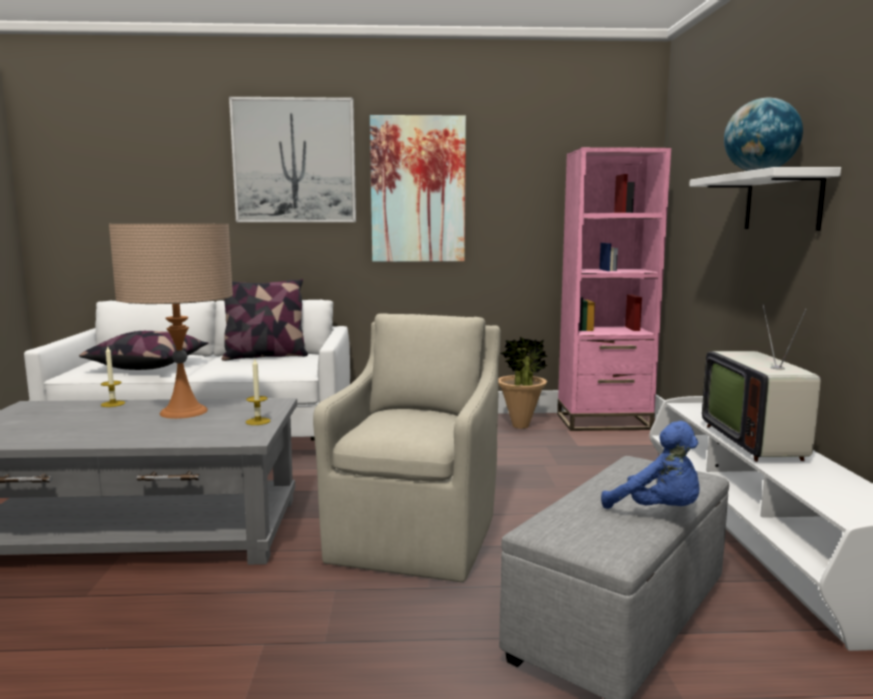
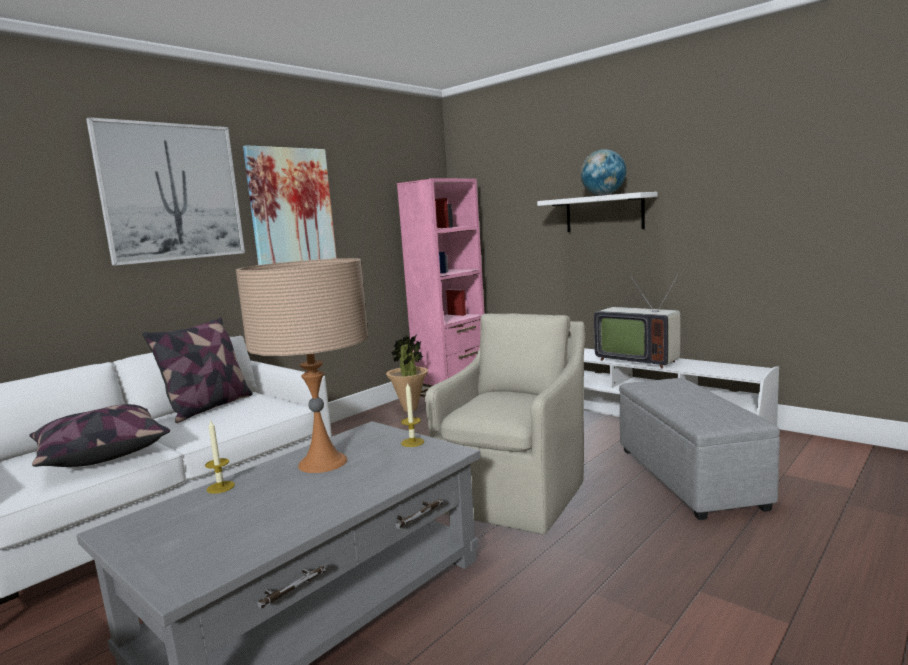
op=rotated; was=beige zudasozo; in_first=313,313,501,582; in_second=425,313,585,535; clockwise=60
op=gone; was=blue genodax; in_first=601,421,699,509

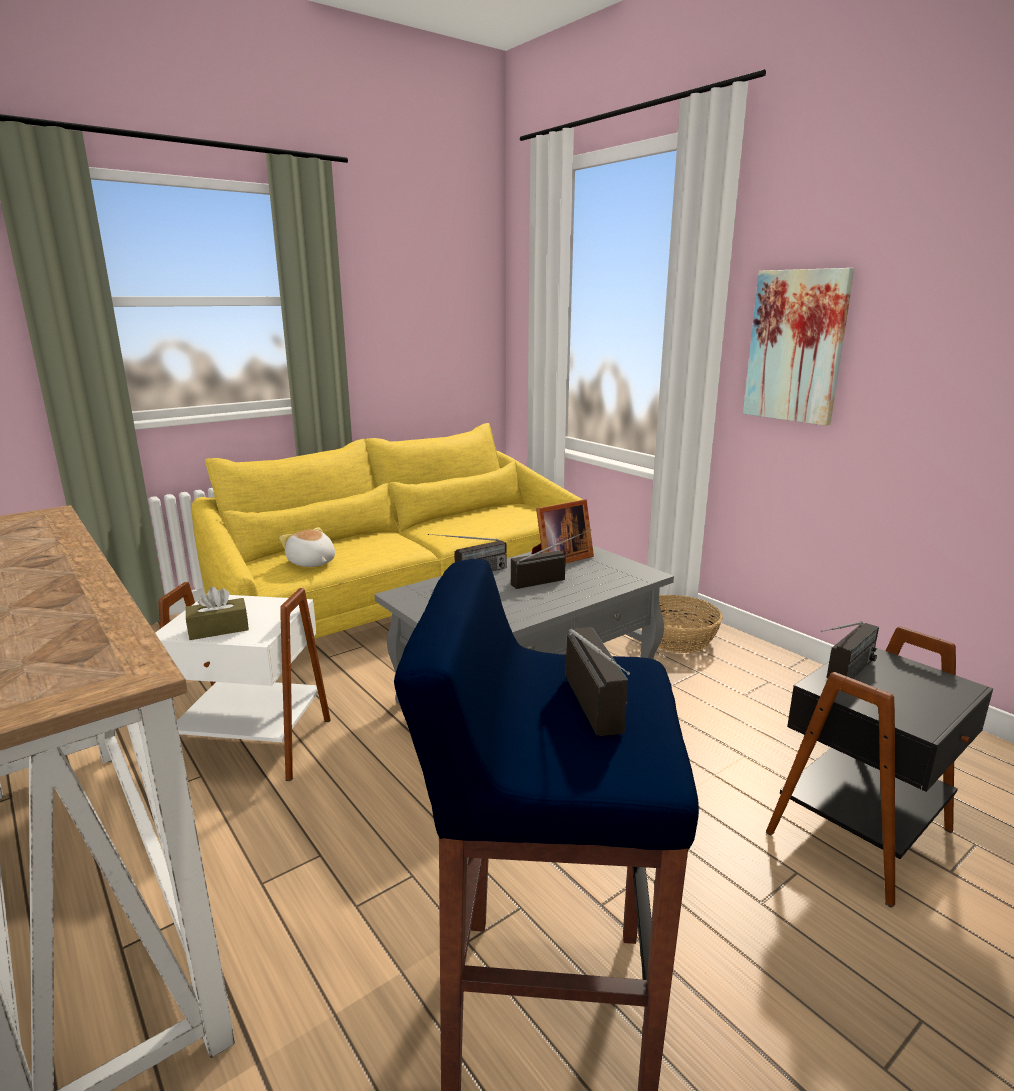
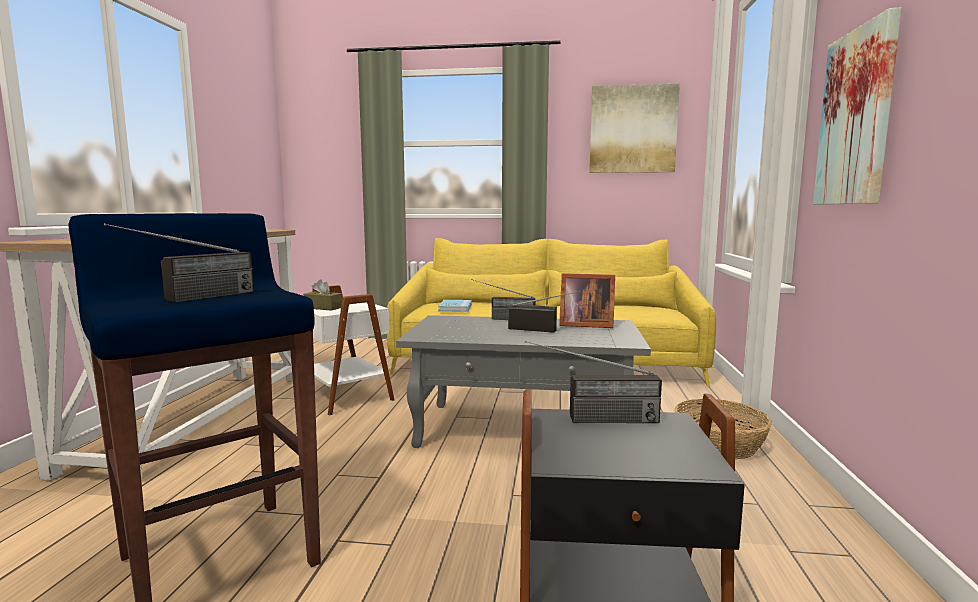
op=swapped; was=genodax; now=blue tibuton; in_first=279,527,335,567; in_second=438,300,472,312
op=new; now=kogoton; in_second=589,84,680,173

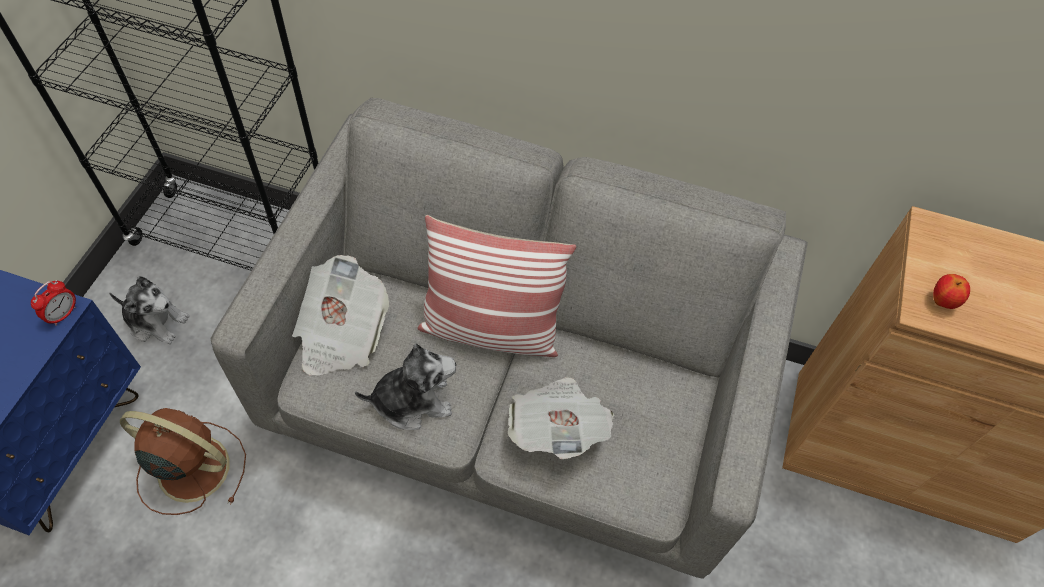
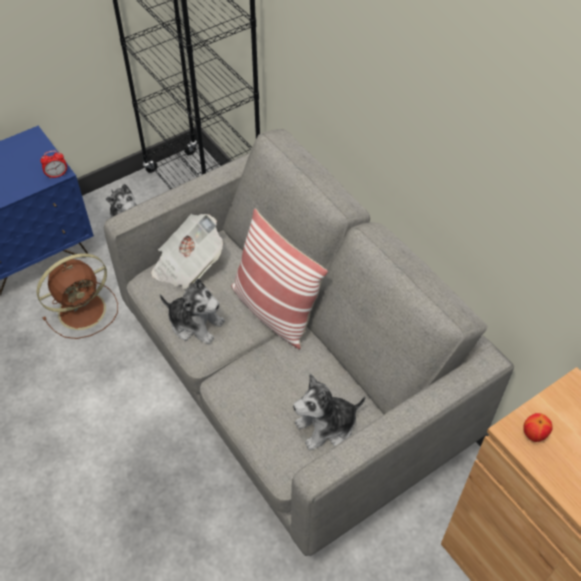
op=rotated; was=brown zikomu; in_first=120,408,246,515; in_second=36,253,118,339; clockwise=90
op=gone; was=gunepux; in_first=508,377,614,459
op=new; now=genodax; in_second=293,374,365,451

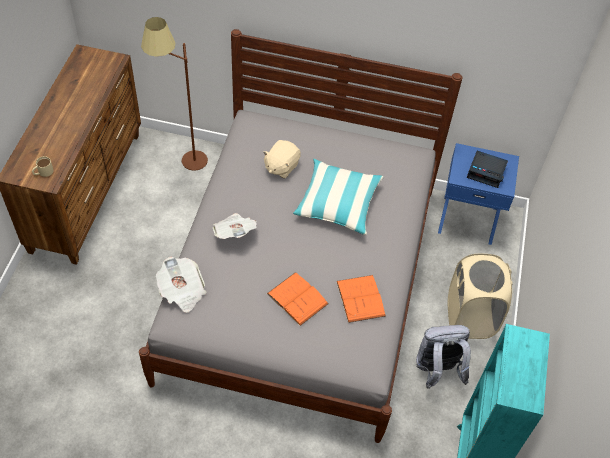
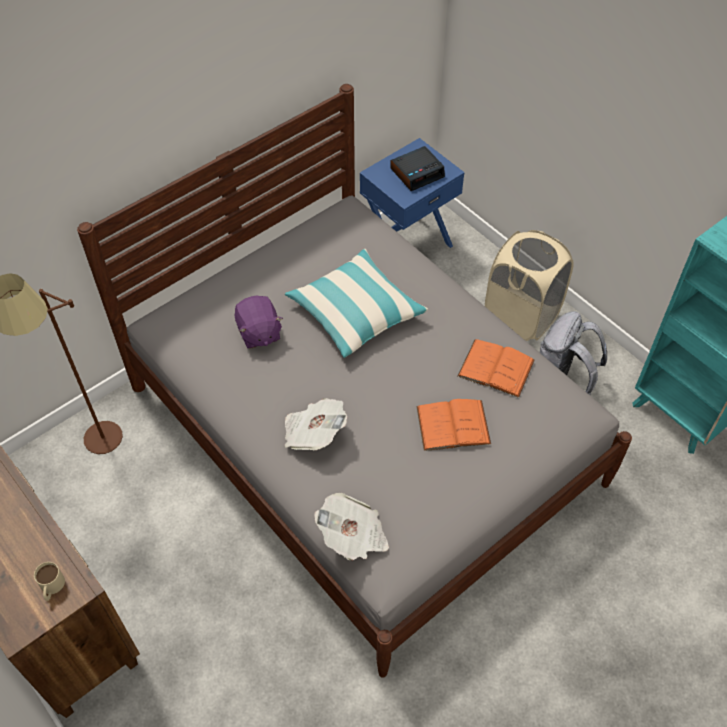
op=repainted; was=beige genodax; now=purple genodax; in_first=263,140,301,179; in_second=234,296,283,348

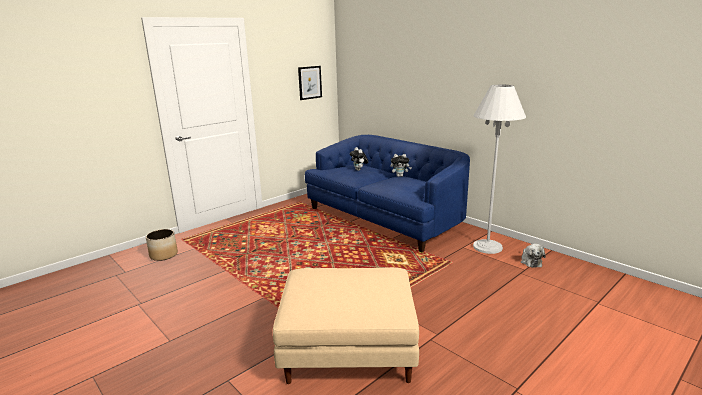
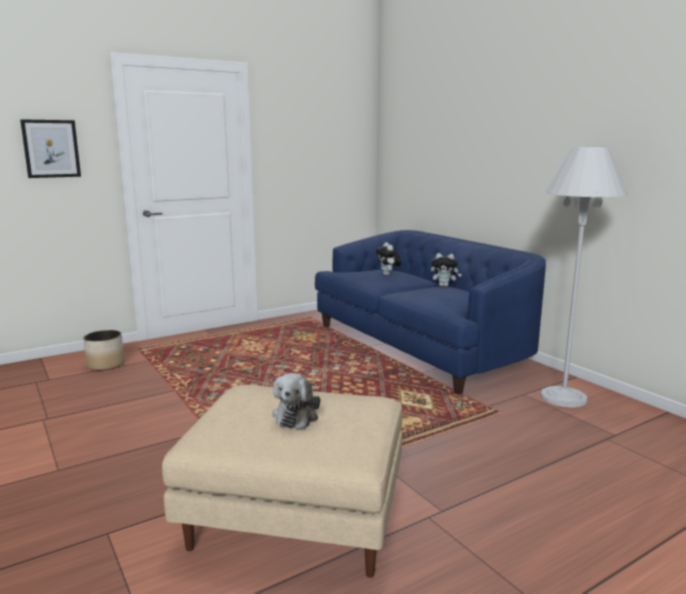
op=shifted; was=kogoton; in_first=298,66,322,100; in_second=20,119,81,178
op=shifted; was=genodax; in_first=521,243,546,268; in_second=272,373,320,429

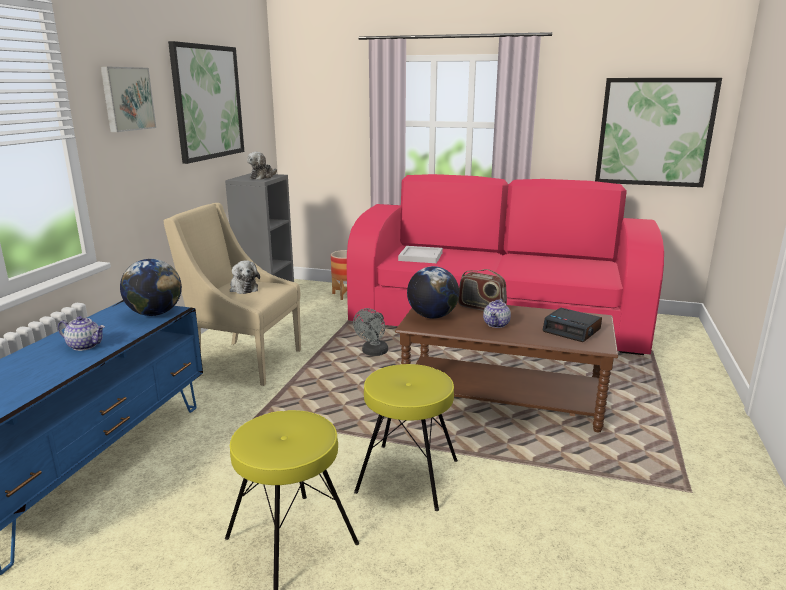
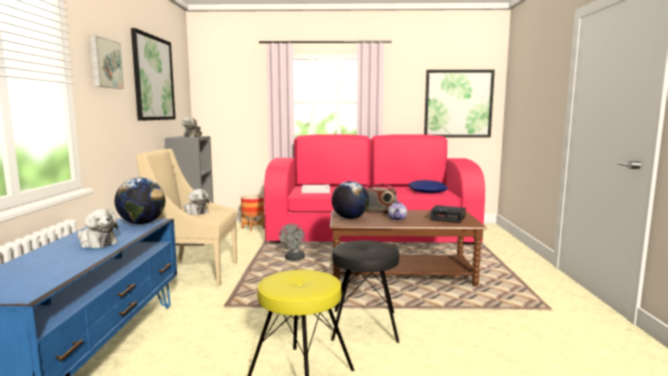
op=swapped; was=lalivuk; now=genodax; in_first=58,316,105,351; in_second=78,208,118,248
op=repainted; was=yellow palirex; now=black palirex; in_first=354,364,458,511; in_second=331,240,399,343
op=new; now=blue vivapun; in_second=408,180,448,193

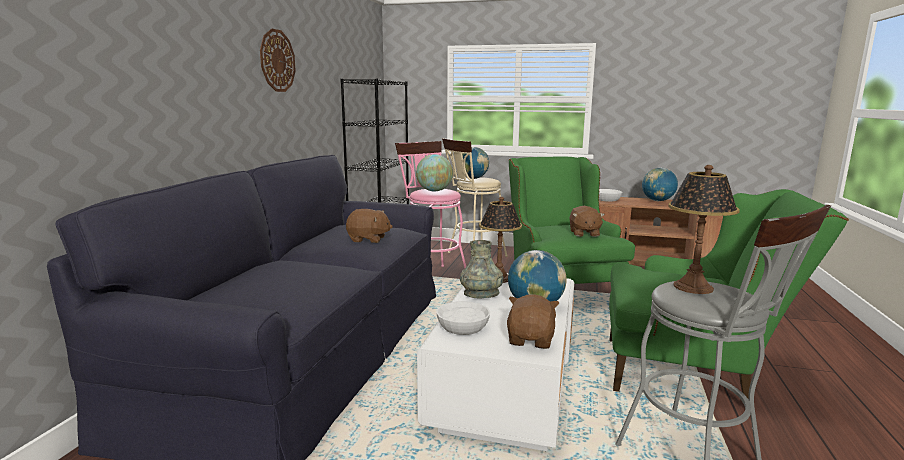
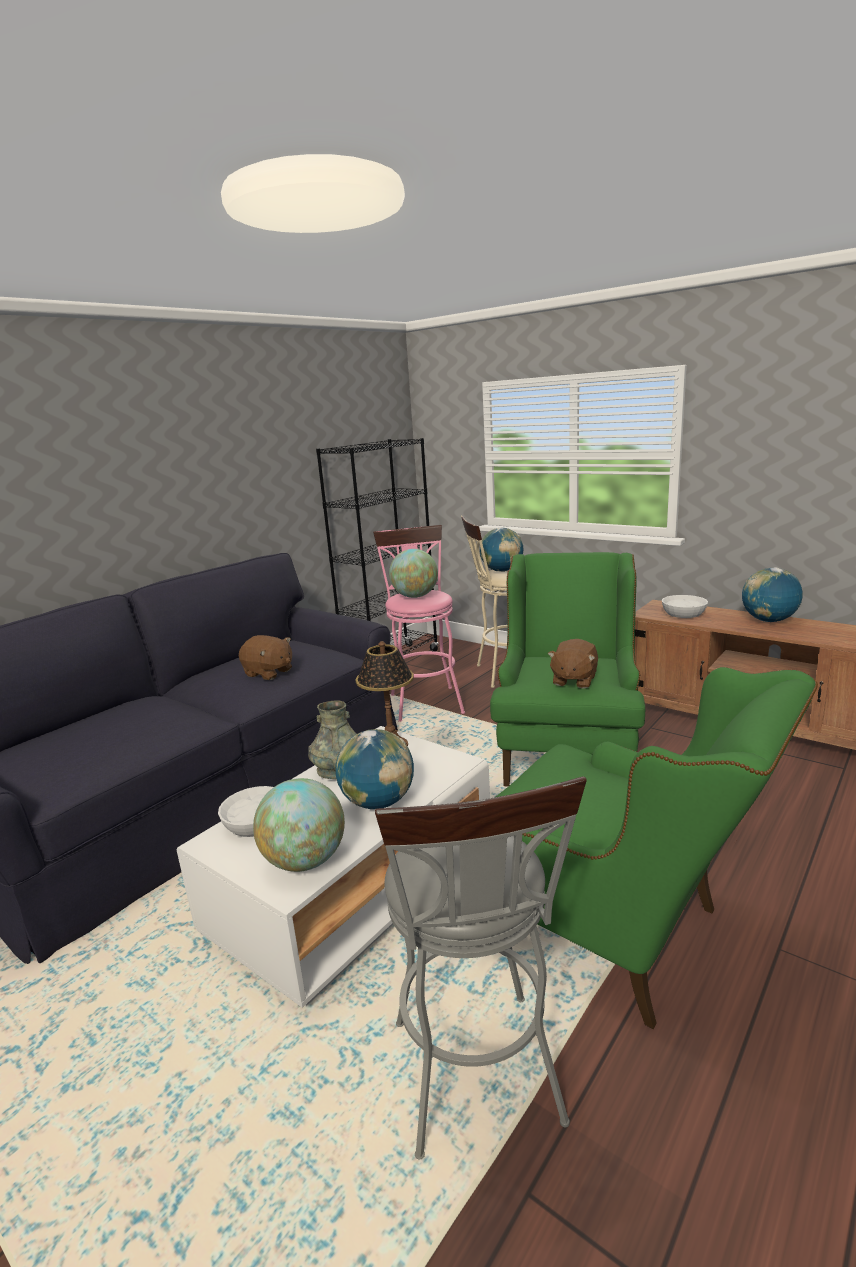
op=gone; was=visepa; in_first=260,28,296,92
op=swapped; was=brown genodax; now=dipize; in_first=507,294,559,349; in_second=253,778,345,872
op=gone; was=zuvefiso; in_first=668,165,740,294

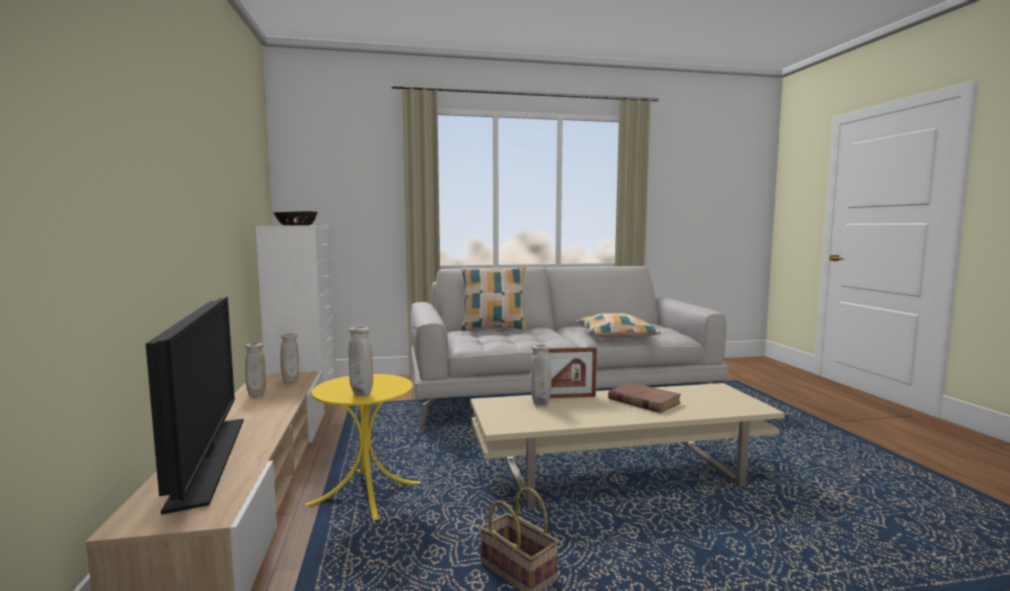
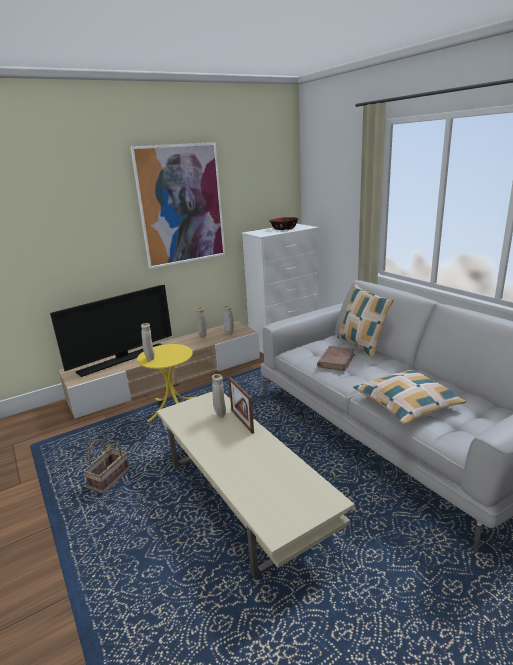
op=shifted; was=brown tibuton; in_first=608,382,682,413; in_second=317,346,355,371
op=new; now=kogoton; in_second=130,142,225,269

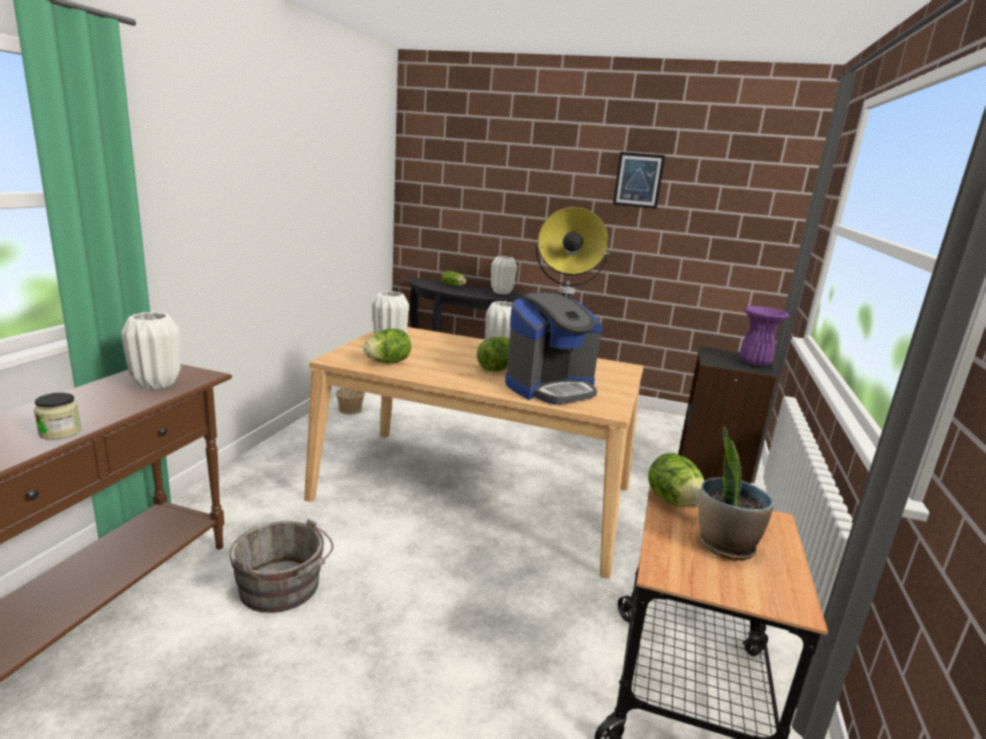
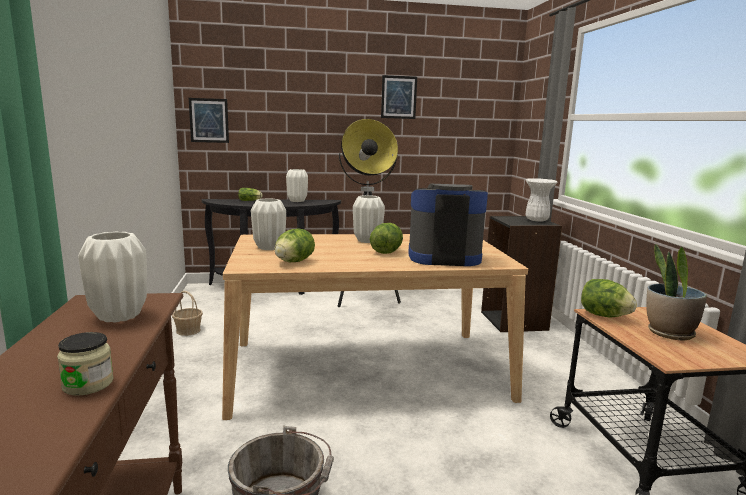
op=rotated; was=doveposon; in_first=505,292,603,405; in_second=409,184,488,266; clockwise=-120
op=repainted; was=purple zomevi; now=white zomevi; in_first=740,306,789,366; in_second=526,178,558,222
op=new; now=kogoton; in_second=189,98,229,143

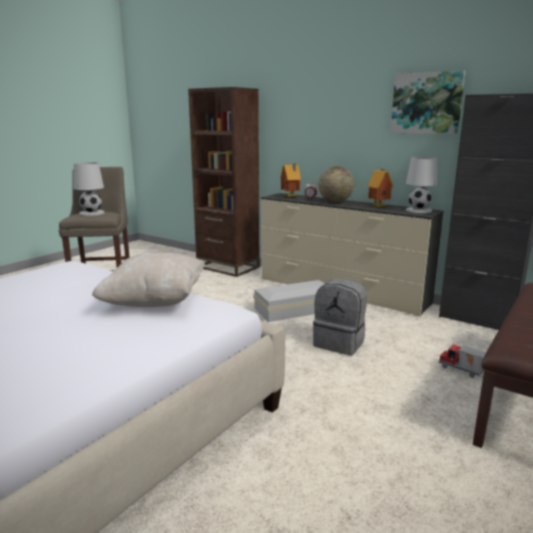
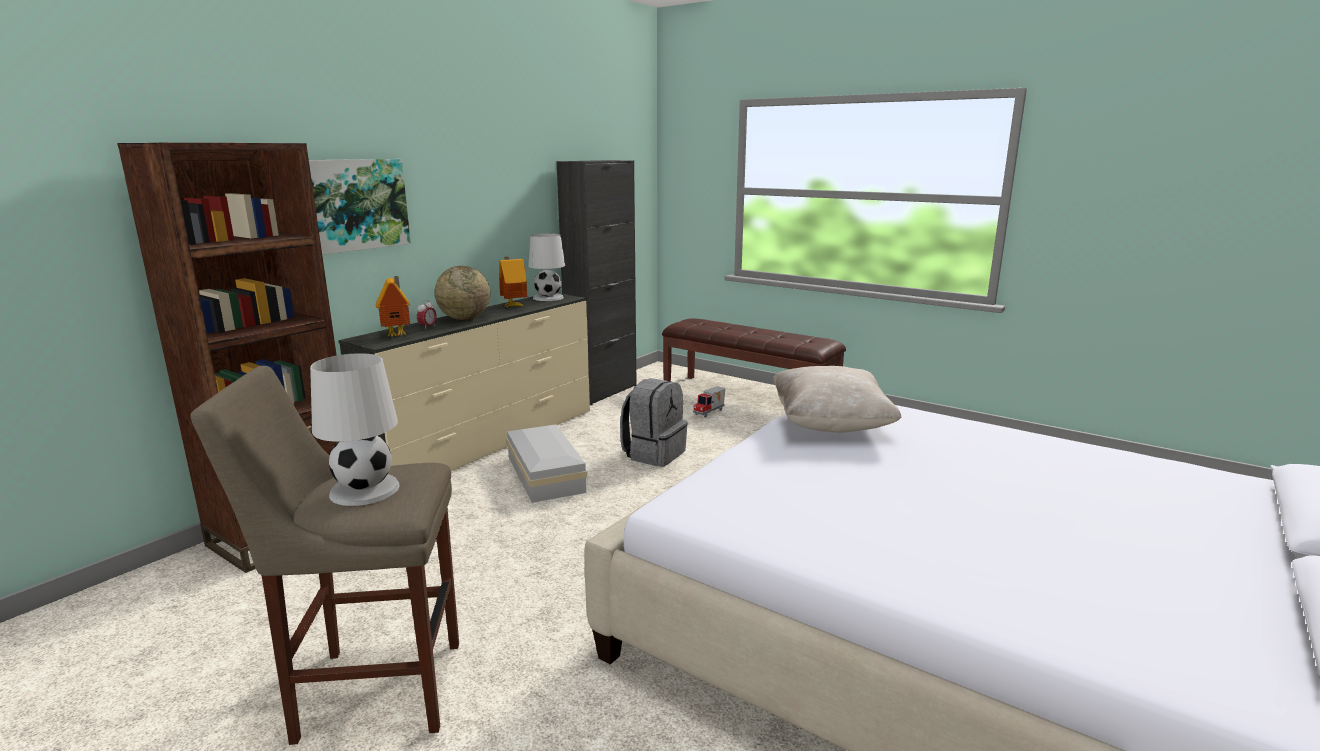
op=shifted; was=kogoton; in_first=391,71,465,134; in_second=309,159,411,255

